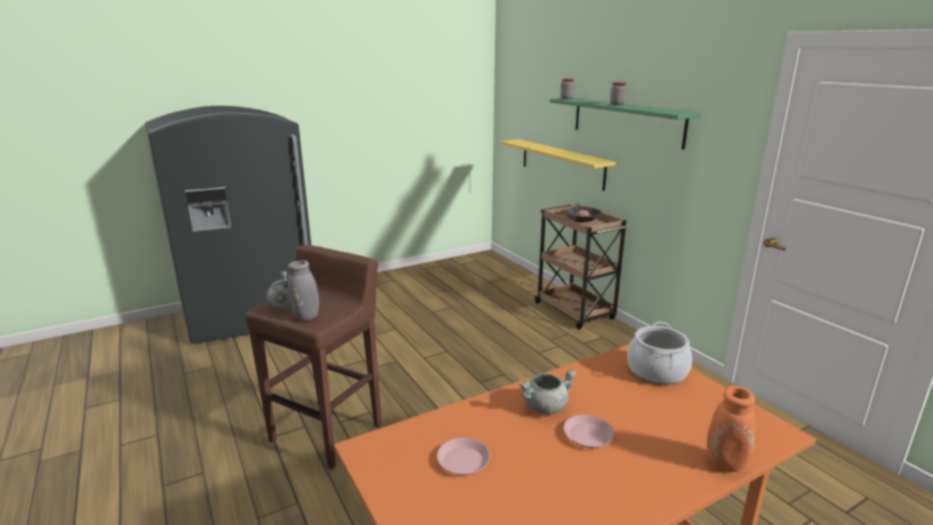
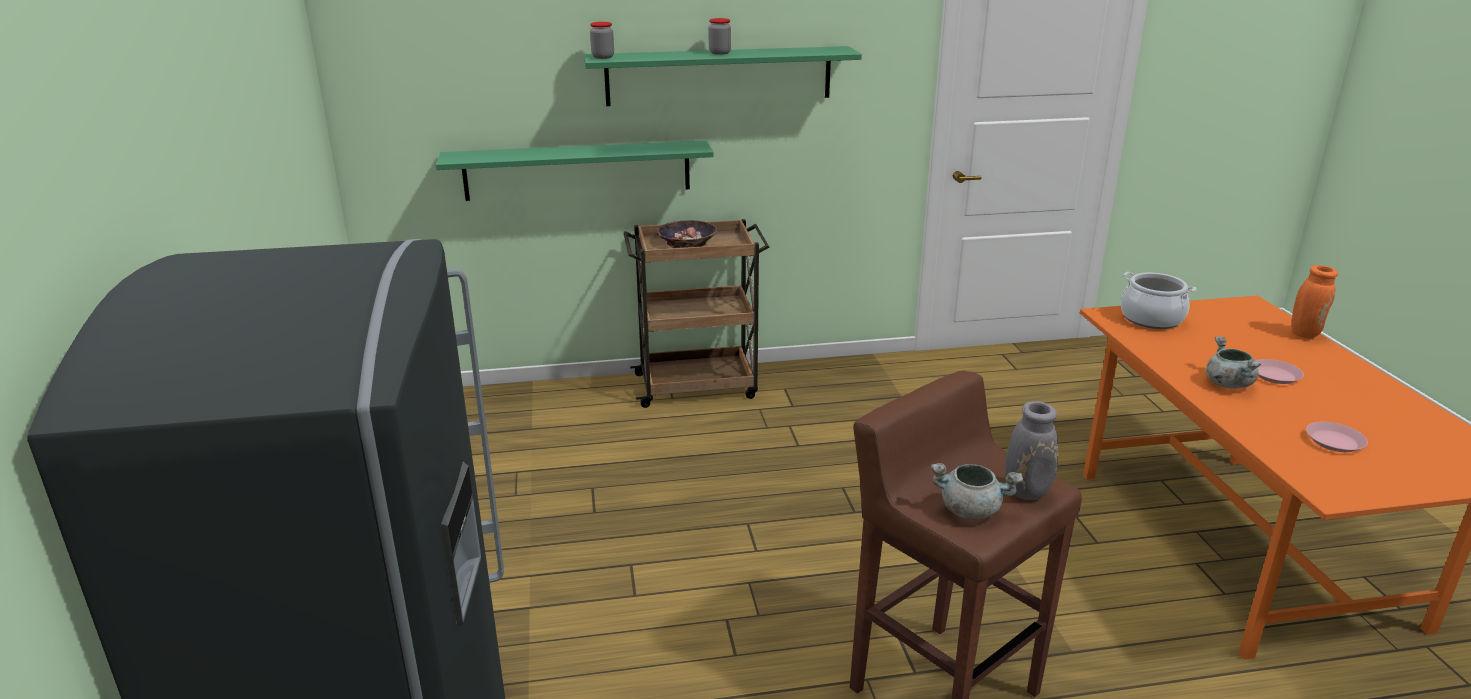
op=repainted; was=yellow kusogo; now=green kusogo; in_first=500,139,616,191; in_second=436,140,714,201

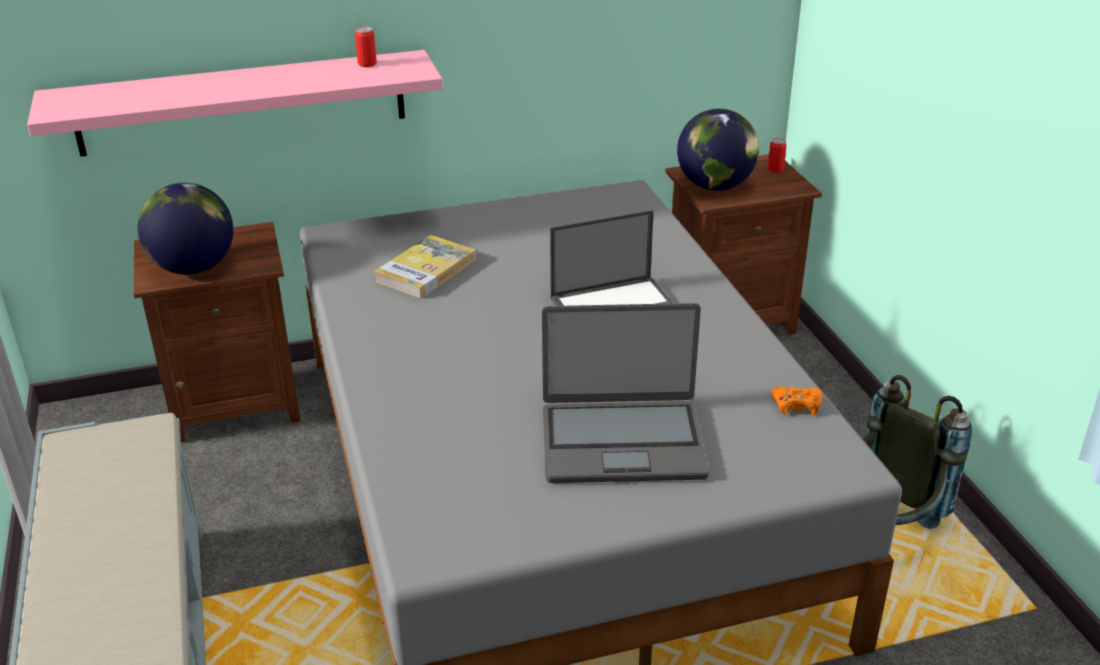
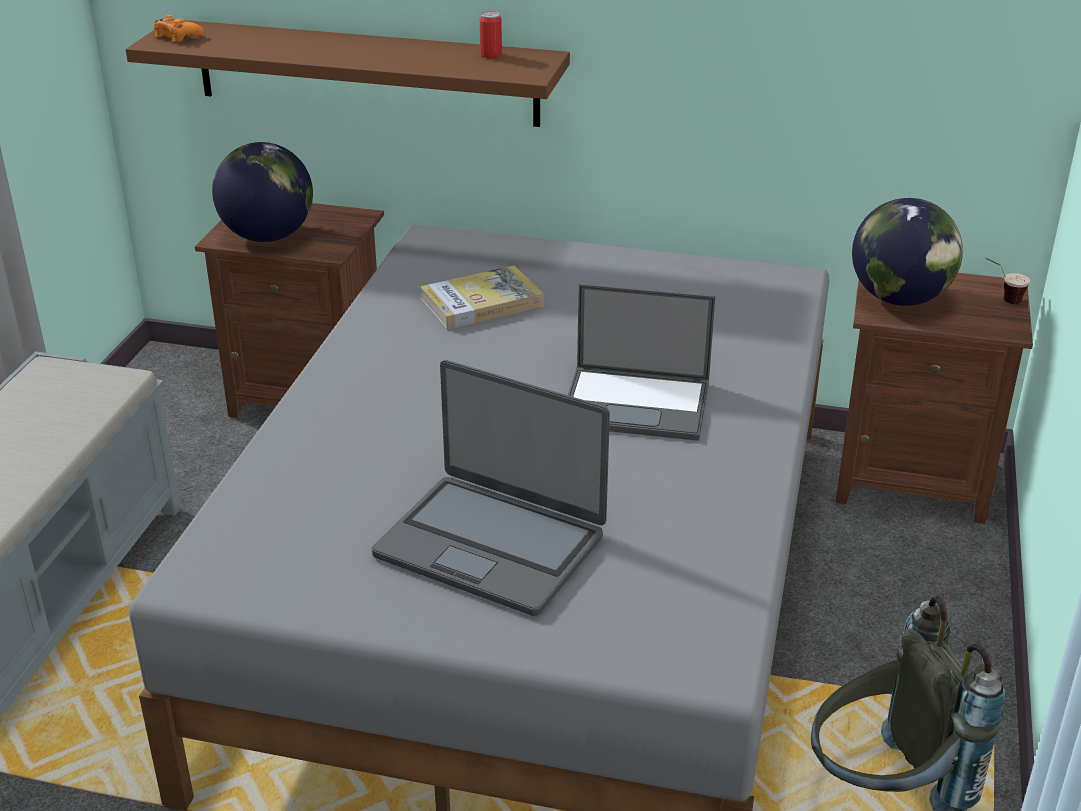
op=repainted; was=pink kusogo; now=brown kusogo; in_first=27,50,443,157; in_second=126,20,570,127
op=swapped; was=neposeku; now=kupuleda; in_first=767,138,786,172; in_second=986,258,1030,304
op=shifted; was=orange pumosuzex; in_first=771,387,822,416; in_second=153,15,204,42

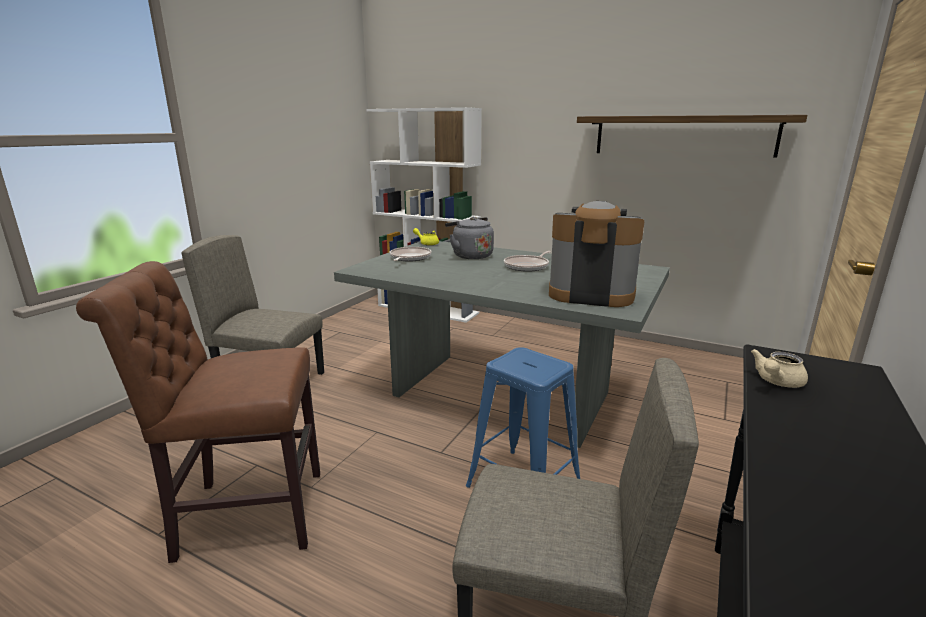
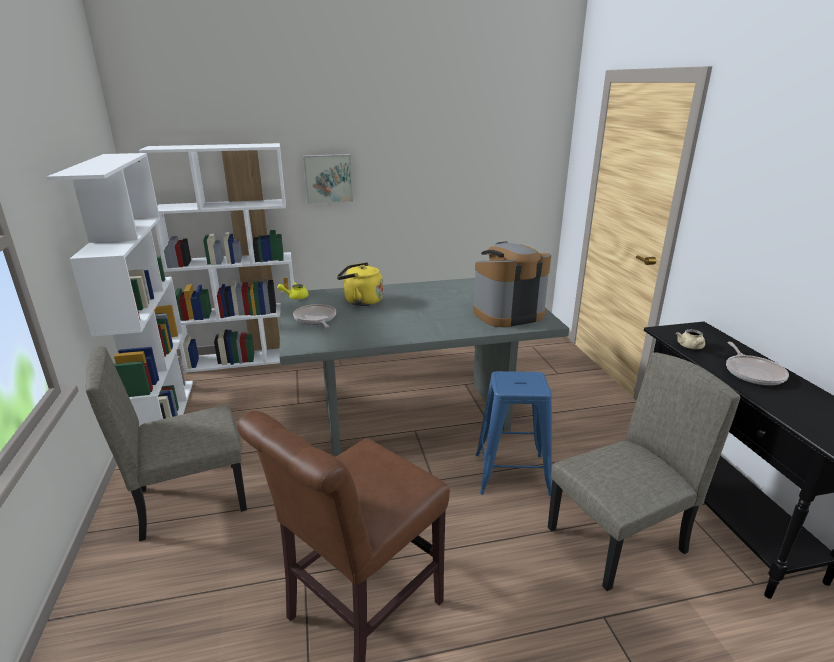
op=repainted; was=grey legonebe; now=yellow legonebe; in_first=445,217,494,259; in_second=337,262,383,306
op=shifted; was=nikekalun; in_first=504,251,551,272; in_second=726,342,789,386
op=gone; was=kusogo; in_first=577,115,807,158
op=new; now=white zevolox; in_second=46,153,193,426
op=new; now=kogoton; in_second=303,154,353,204

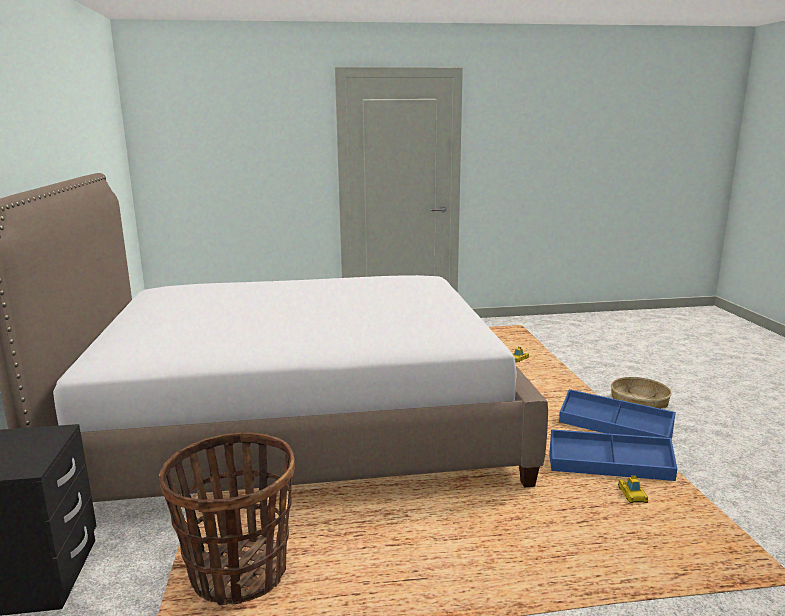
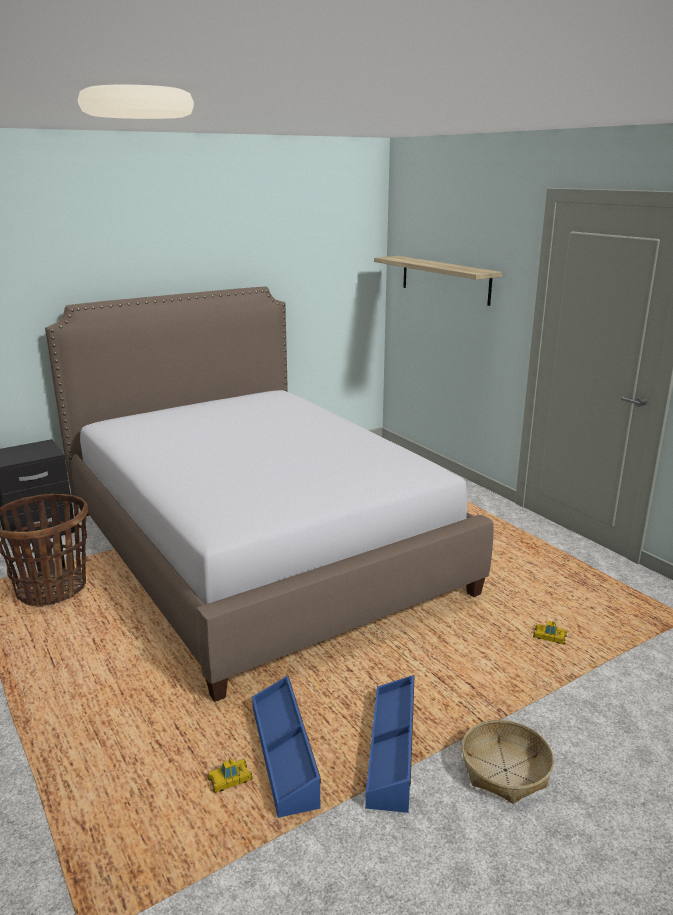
op=new; now=kusogo; in_second=374,256,502,306

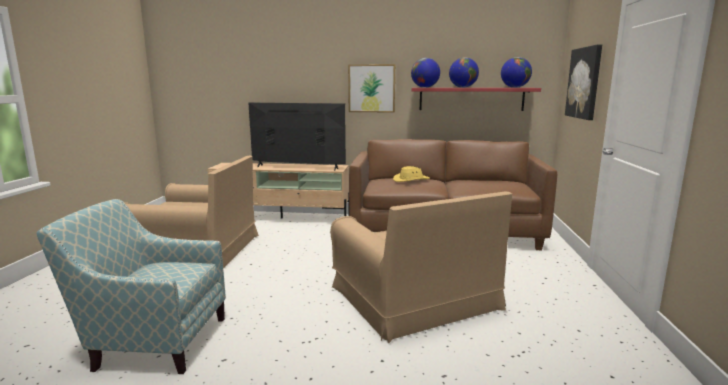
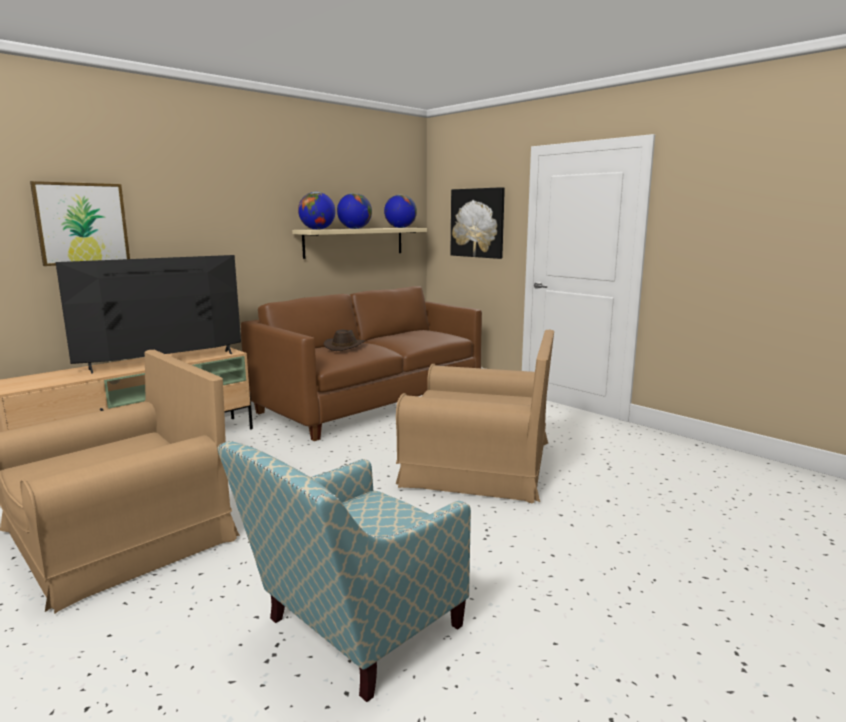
op=shifted; was=kogoton; in_first=348,64,396,112; in_second=30,181,130,266
op=repainted; was=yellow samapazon; now=brown samapazon; in_first=393,166,430,182; in_second=323,329,365,351
op=repainted; was=red kusogo; now=beige kusogo; in_first=412,88,541,111; in_second=292,228,427,259

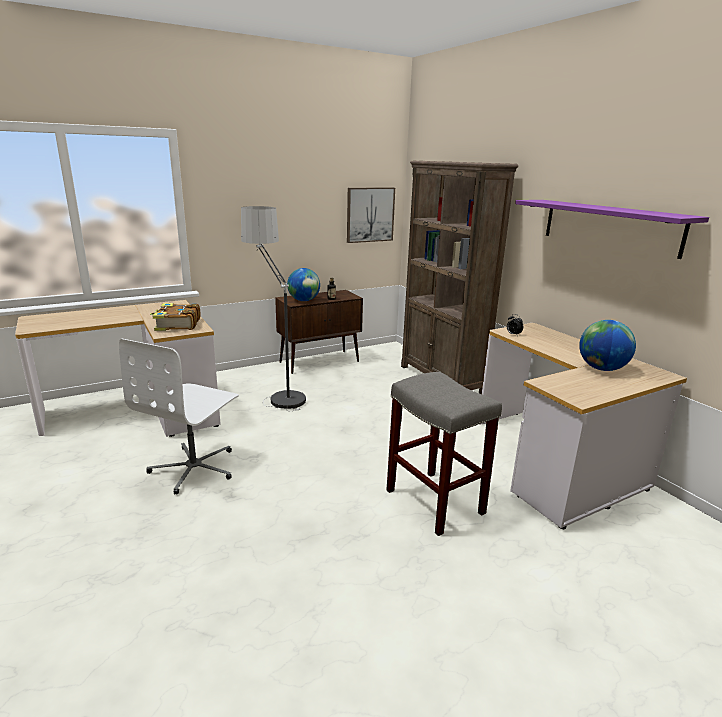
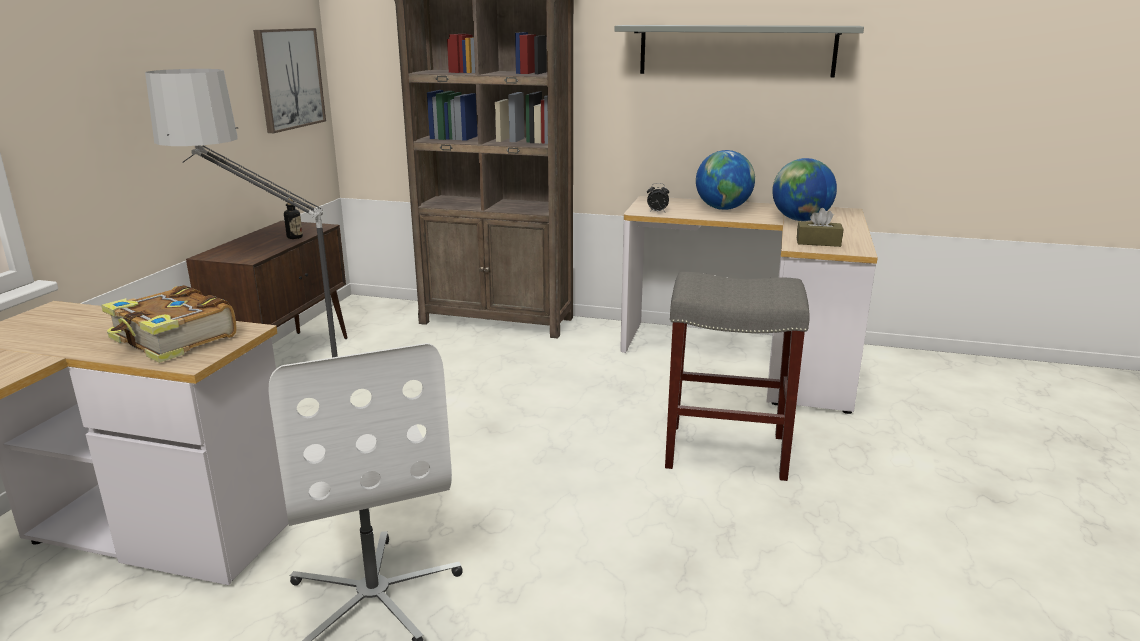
op=shifted; was=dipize; in_first=287,268,320,301; in_second=696,150,755,210
op=repainted; was=purple kusogo; now=grey kusogo; in_first=515,200,709,259; in_second=614,25,864,77
op=new; now=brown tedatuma; in_second=797,208,843,247

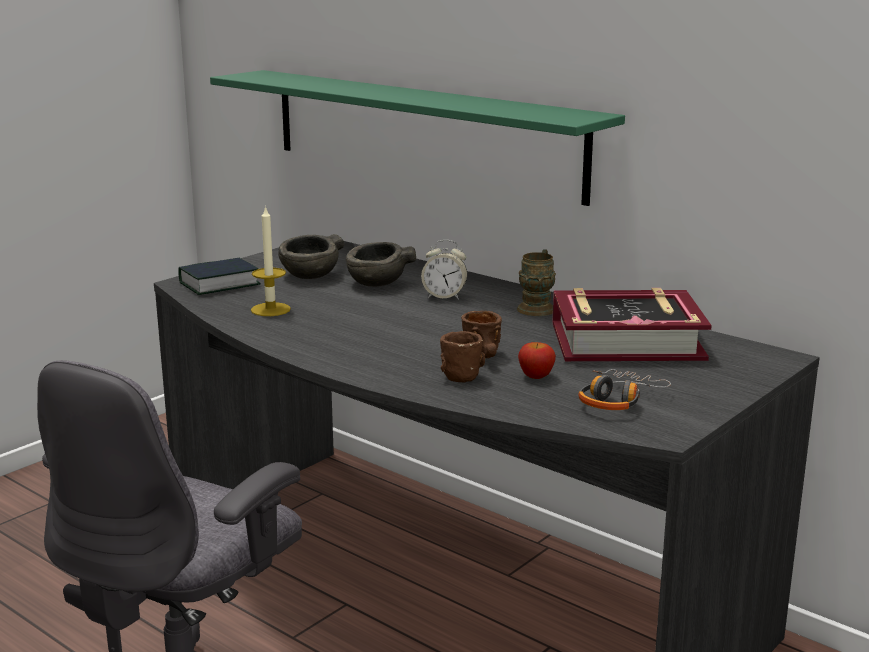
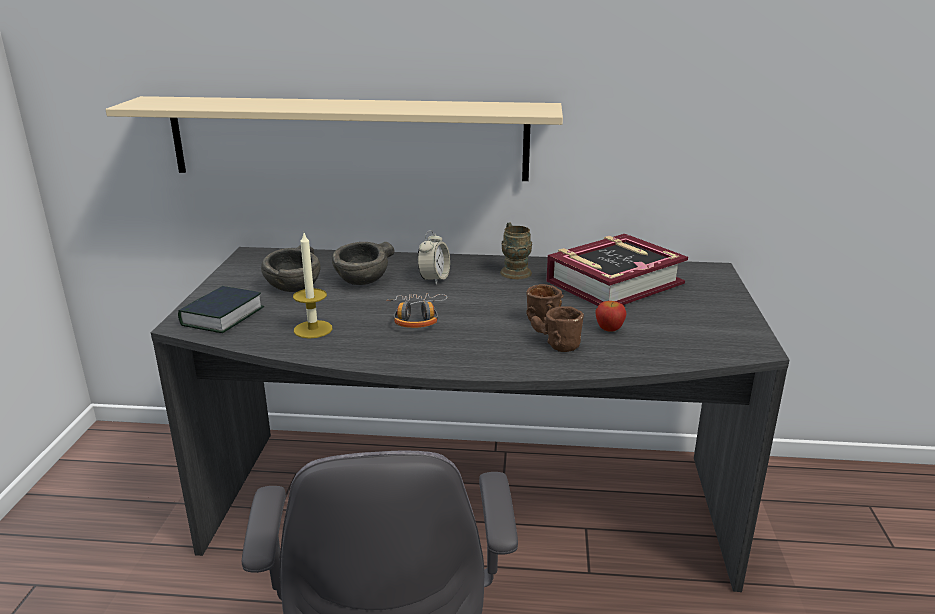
op=repainted; was=green kusogo; now=beige kusogo; in_first=210,70,625,206; in_second=105,96,563,181
op=rotated; was=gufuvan; in_first=421,240,467,300; in_second=417,230,450,284; clockwise=-45
op=shifted; was=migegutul; in_first=578,369,671,410; in_second=386,293,447,328

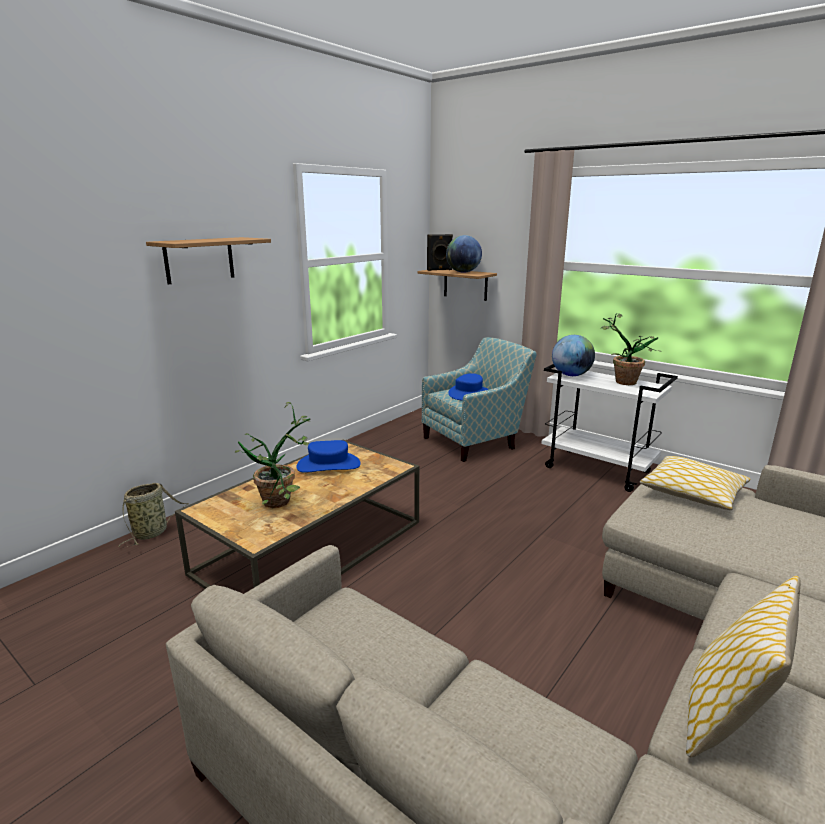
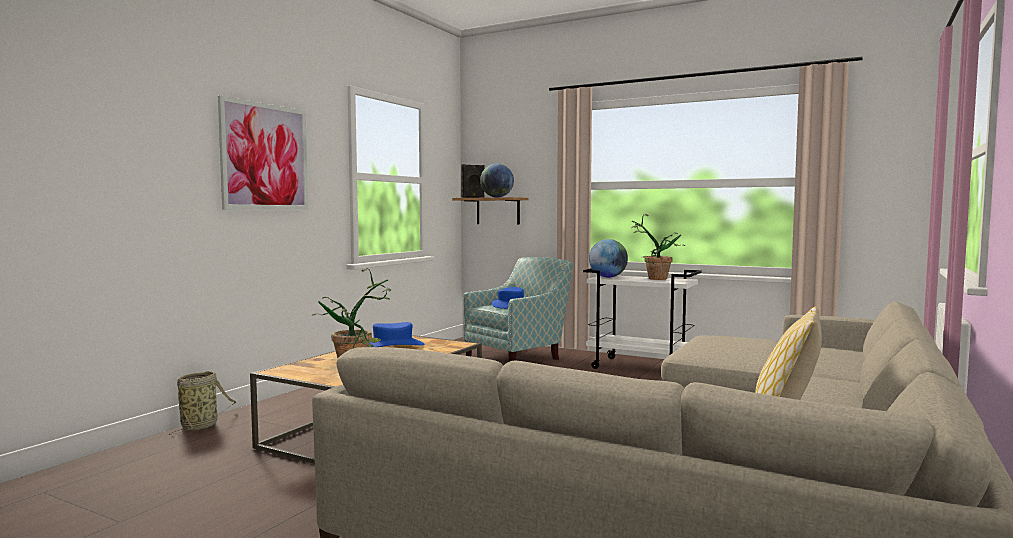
op=swapped; was=kusogo; now=kogoton; in_first=146,237,271,284; in_second=218,95,308,210
op=gone; was=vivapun; in_first=640,456,751,510

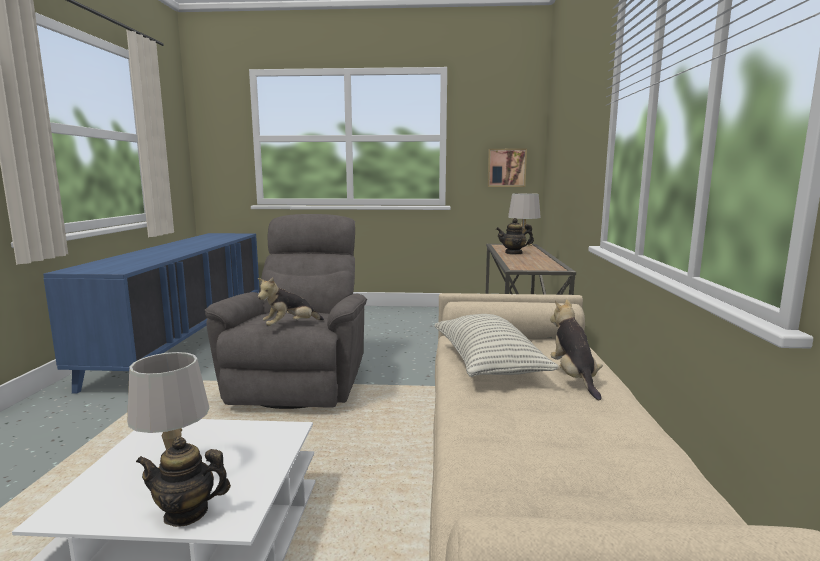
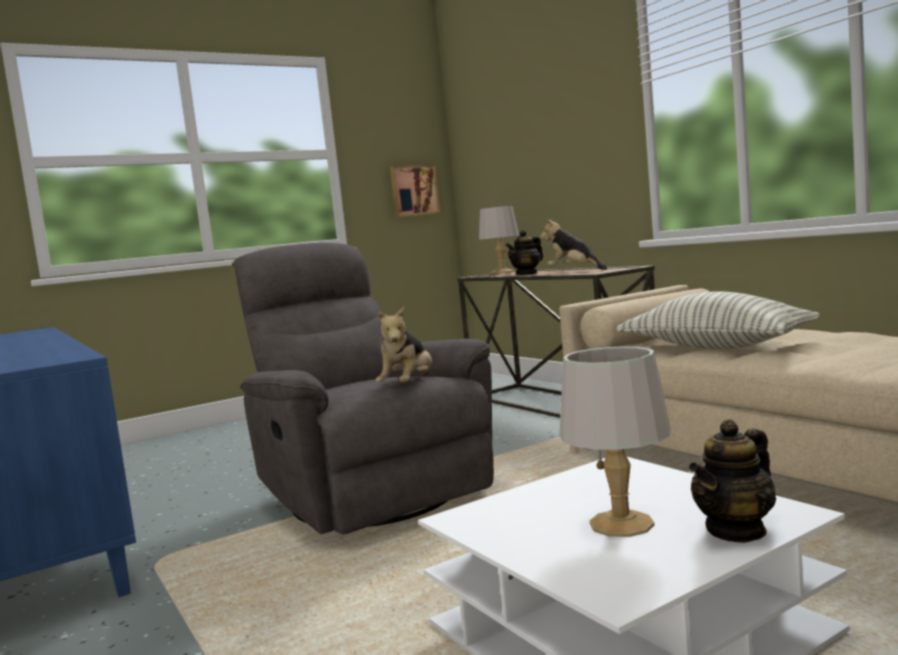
op=shifted; was=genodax; in_first=550,299,603,400; in_second=540,218,607,270

